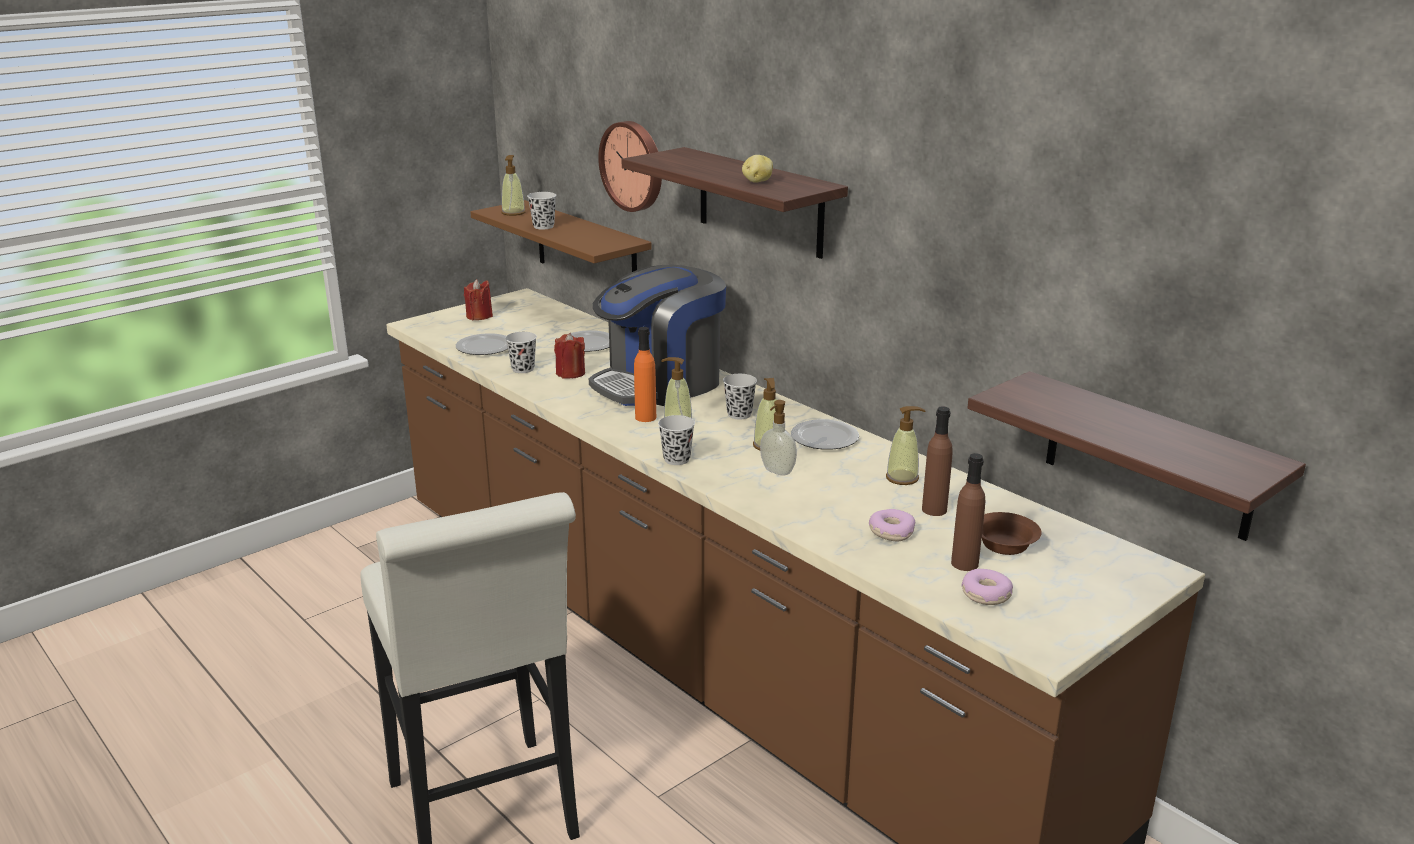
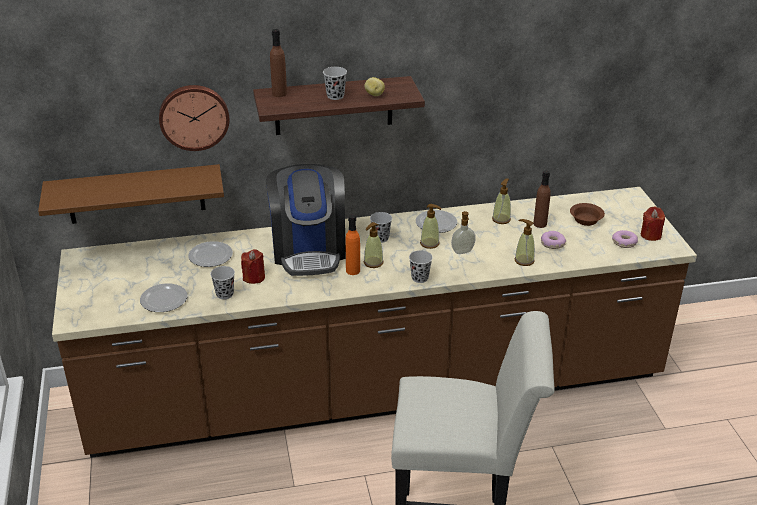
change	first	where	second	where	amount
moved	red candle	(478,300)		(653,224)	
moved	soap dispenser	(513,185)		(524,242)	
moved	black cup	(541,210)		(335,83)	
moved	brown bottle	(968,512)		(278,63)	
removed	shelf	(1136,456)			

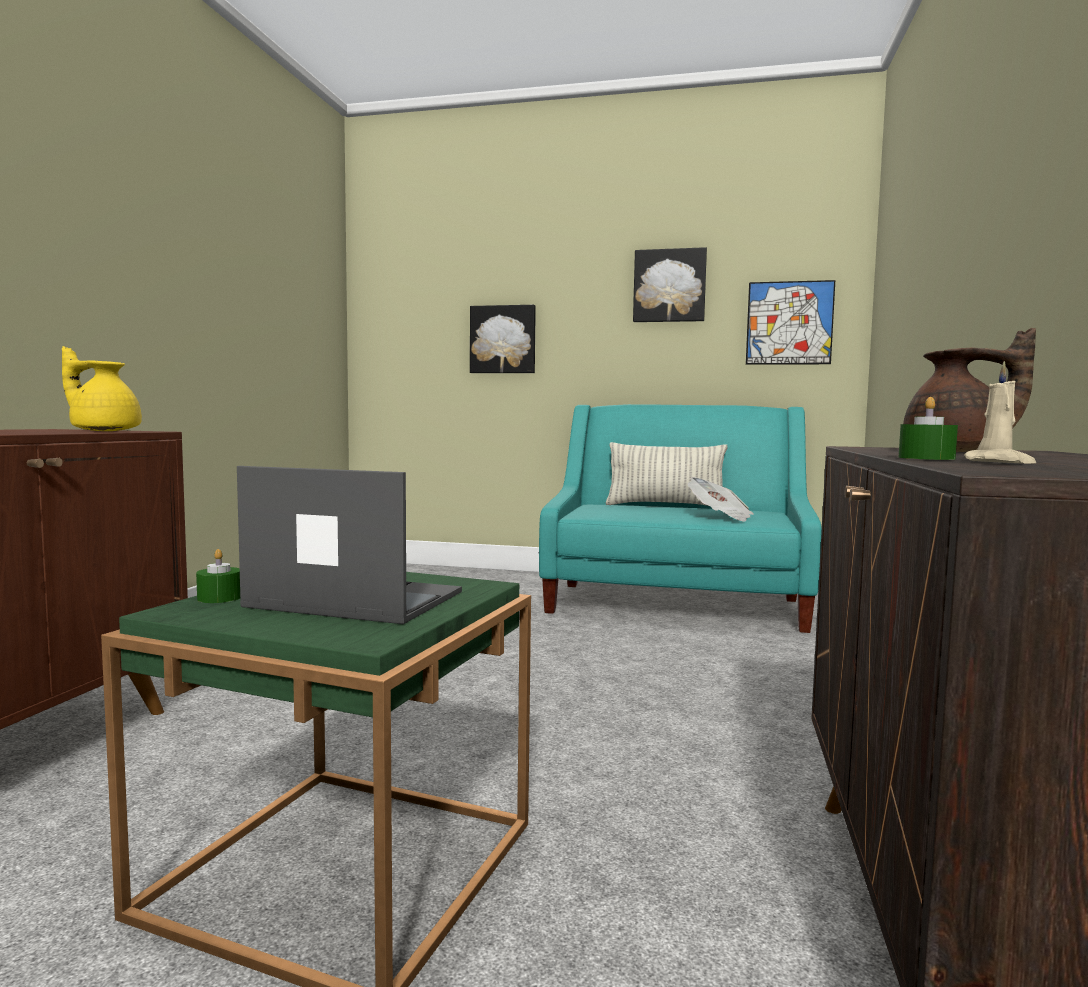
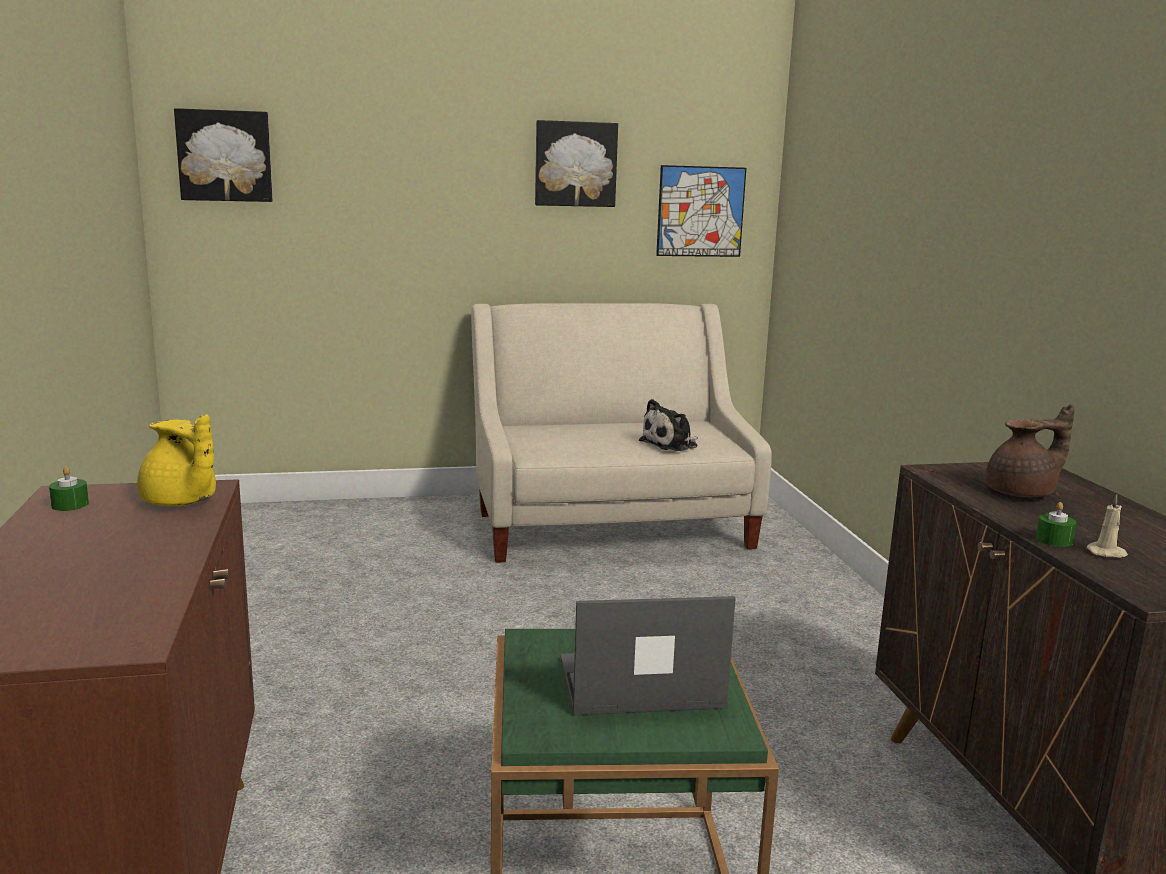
change	first	where	second	where	amount
turned	yellow teapot	(102,388)		(176,460)	135 degrees counterclockwise
moved	green candle	(218,576)		(69,489)	
moved	picture	(503,339)		(223,155)	
recoloured	turquoise sofa	(680,518)	beige sofa	(621,433)	
removed	pillow	(667,474)			
replaced	newspaper	(721,499)	plush toy	(668,425)	

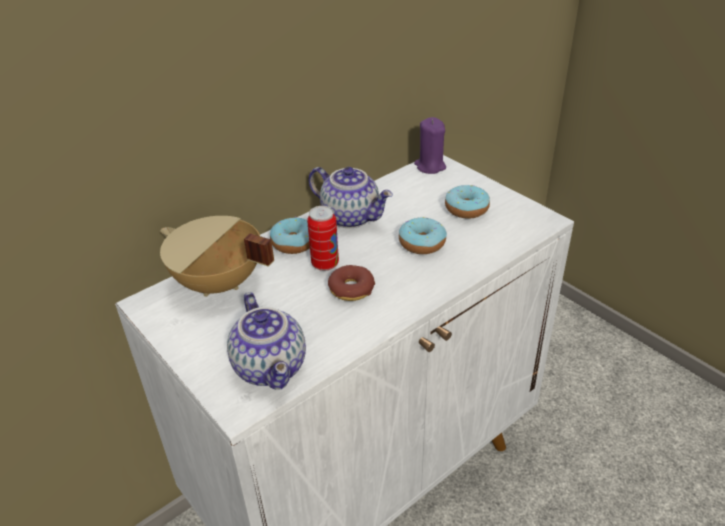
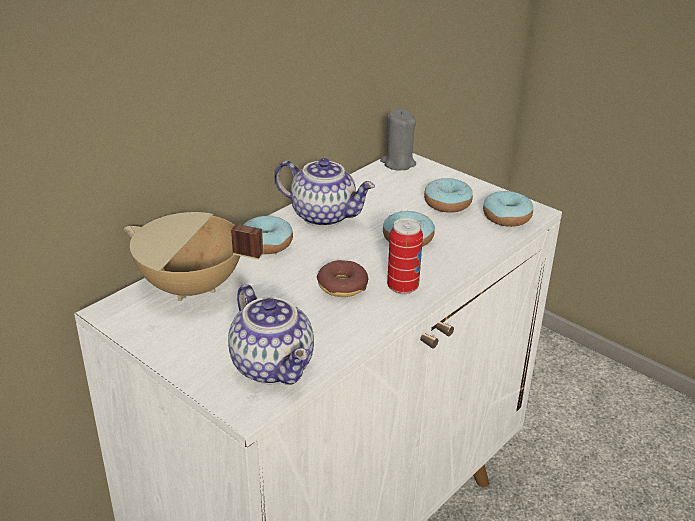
change	first	where	second	where	amount
moved	can	(323,238)		(405,256)	
recoloured	purple candle	(430,145)	grey candle	(398,139)	
added			donut	(508,209)	

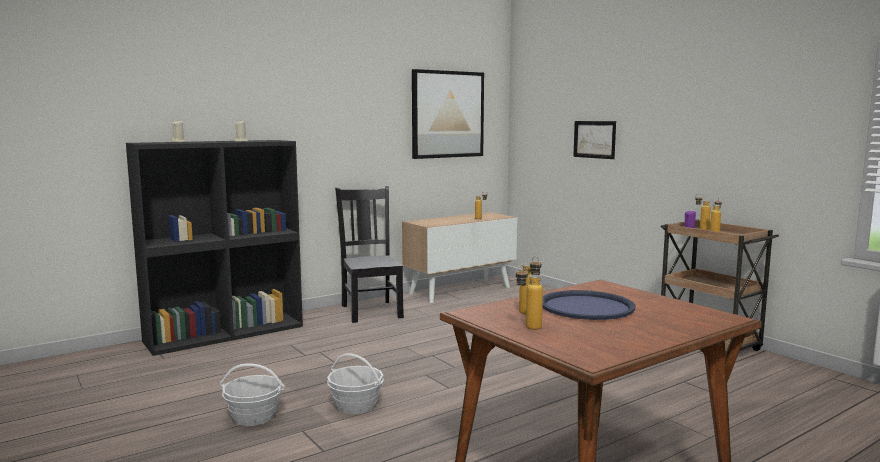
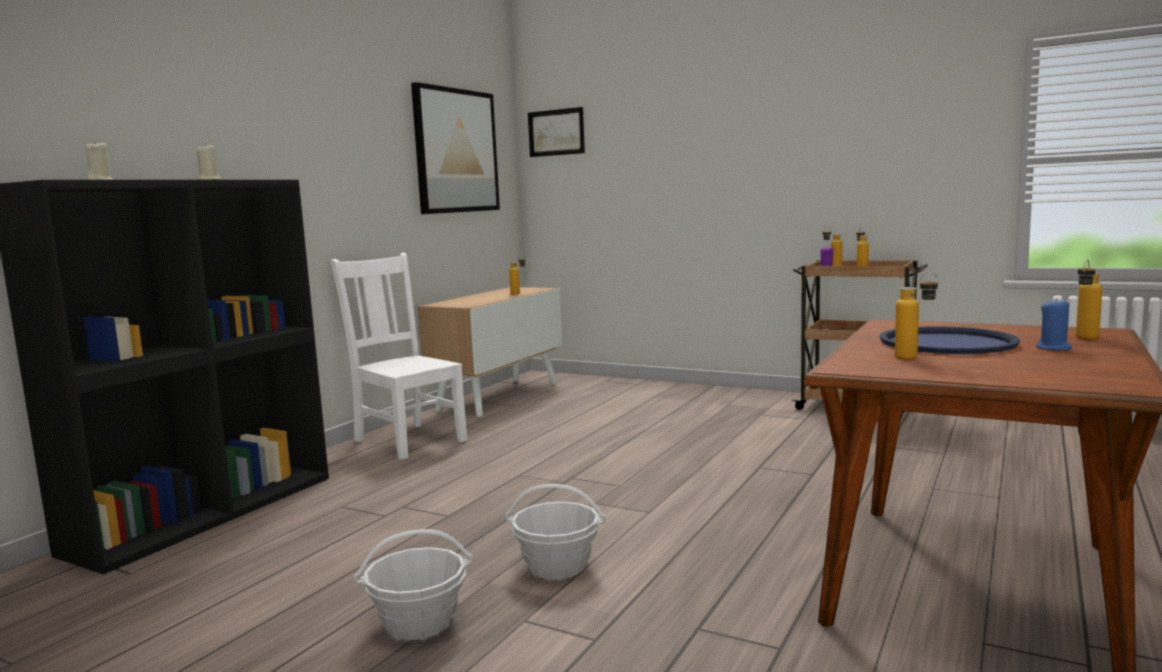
change	first	where	second	where	amount
recoloured	black chair	(369,254)	white chair	(399,356)	
moved	bottle	(529,297)		(1089,299)	
moved	picture	(594,140)		(556,132)	
added			blue candle	(1054,324)	

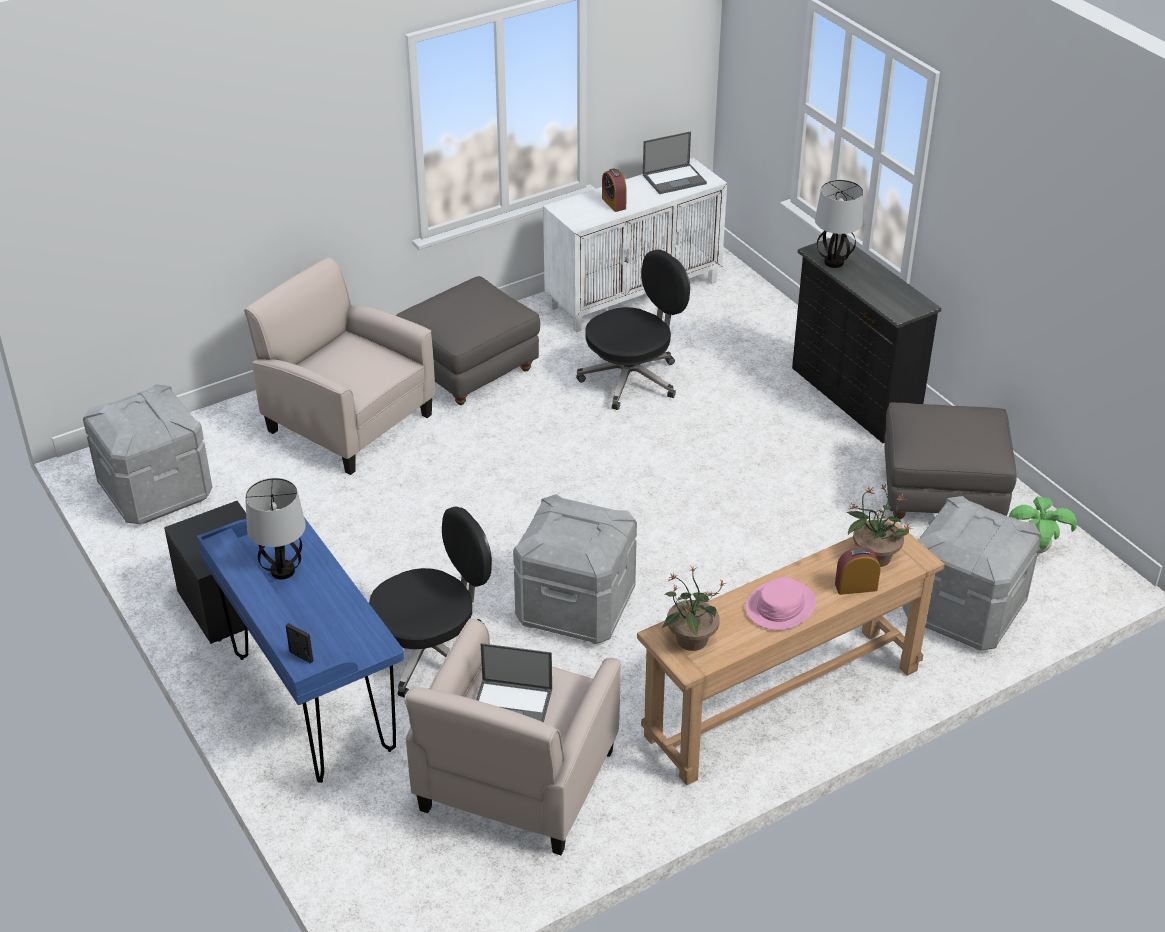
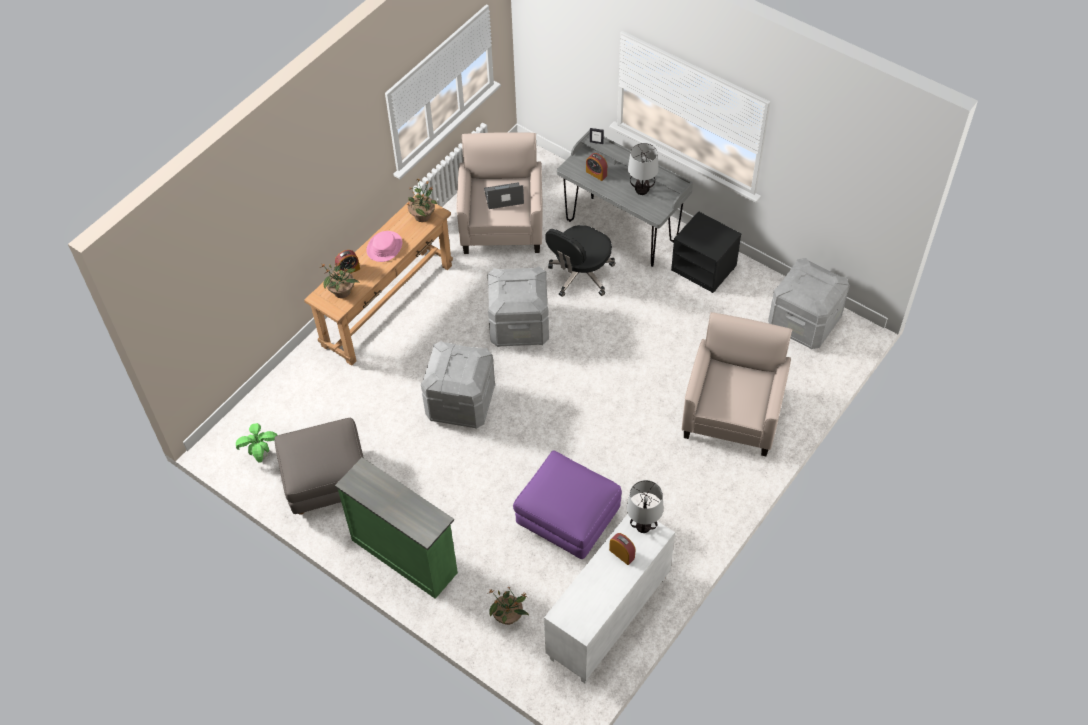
change	first	where	second	where	amount
recoloured	blue desk	(300,650)	grey desk	(625,198)	
turned	beige armchair	(339,366)		(737,384)	90 degrees counterclockwise
removed	grey ottoman	(468,340)			
replaced	black office chair	(633,330)	purple ottoman	(567,504)	
removed	laptop	(675,162)			
recoloured	black dresser	(866,338)	green dresser	(396,528)	
moved	table lamp	(839,224)		(645,506)	
moved	grey storage box	(972,573)		(458,385)	
added			potted plant	(508,605)	
added			alarm clock	(596,167)	

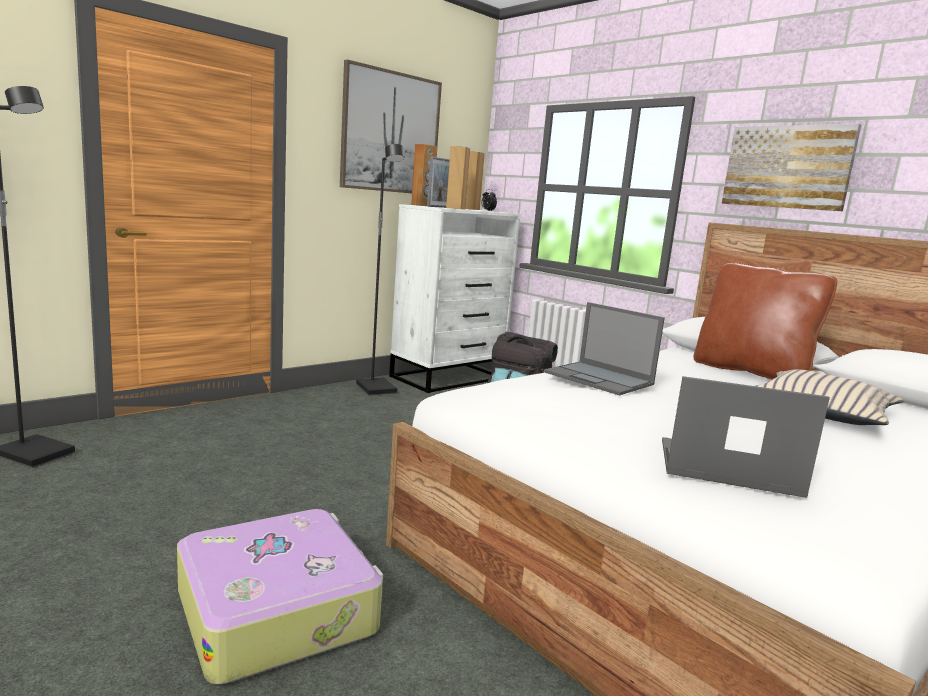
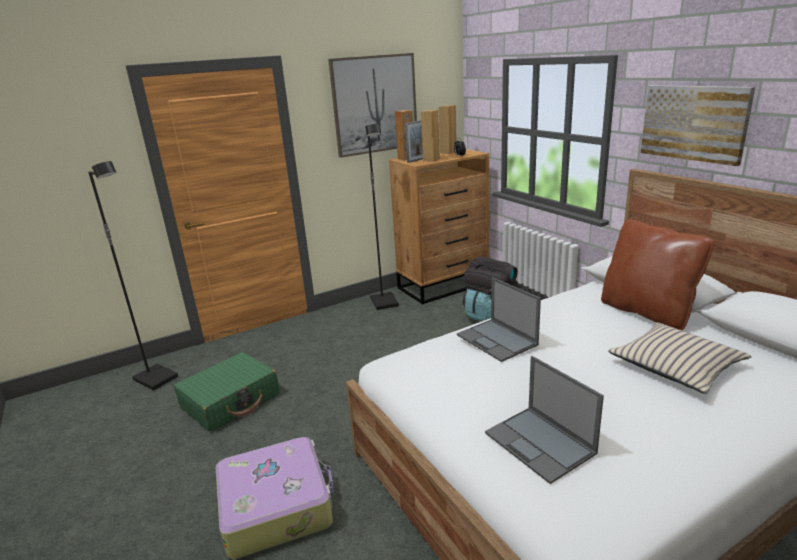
change	first	where	second	where	amount
recoloured	white dresser	(455,298)	brown dresser	(439,227)	
turned	laptop	(746,437)		(544,420)	150 degrees counterclockwise
added			green suitcase	(227,392)	

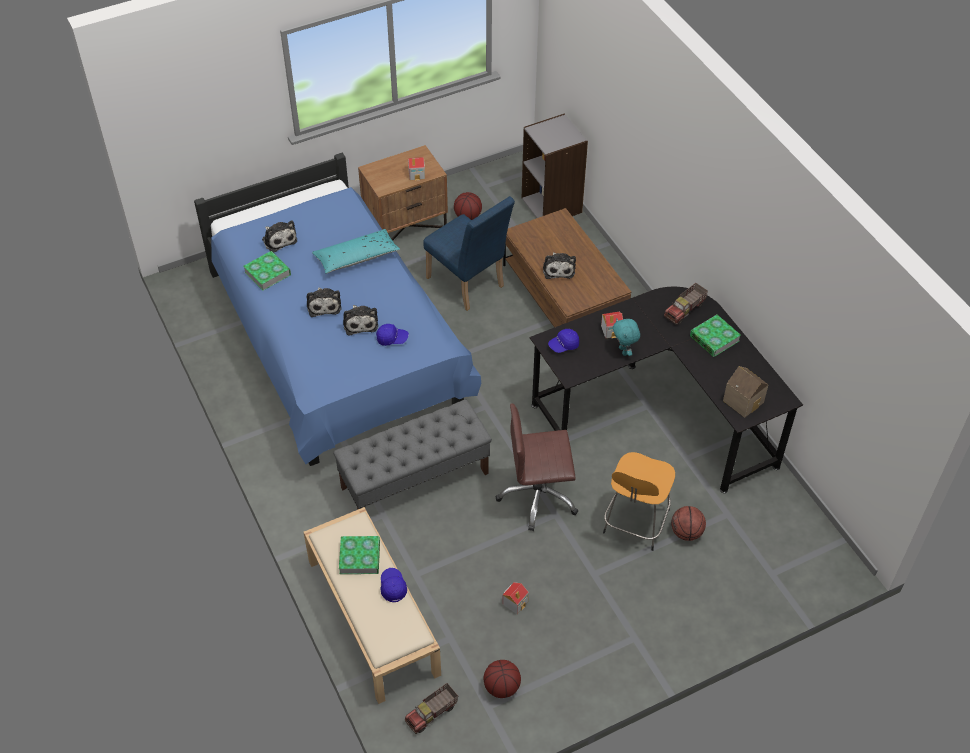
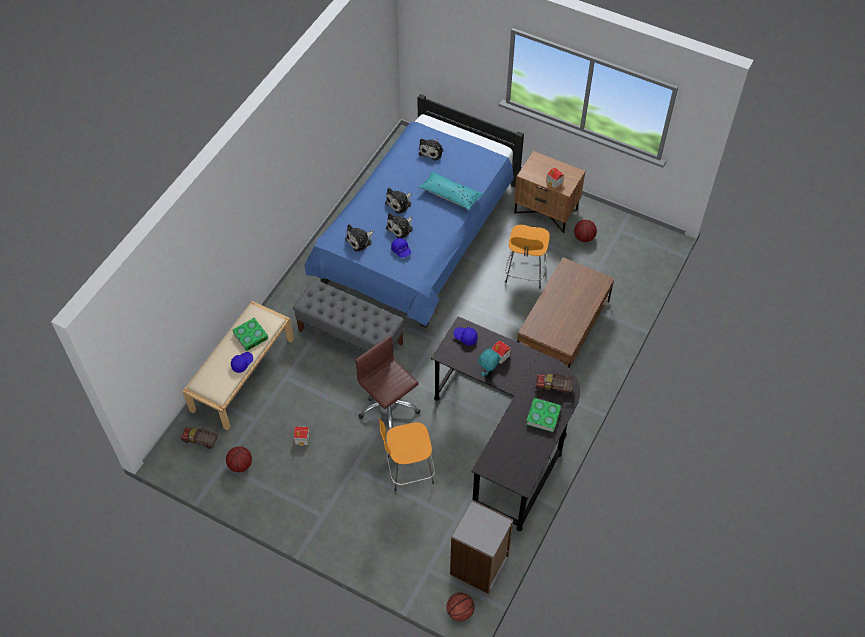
change	first	where	second	where	amount
removed	book	(267,270)			
replaced	blue chair	(469,253)	orange stool	(527,257)	
moved	grey bookcase	(555,165)		(482,547)	
moved	plush toy	(559,265)		(359,238)	
moved	basketball	(688,523)		(460,607)	
removed	toy house	(745,392)			

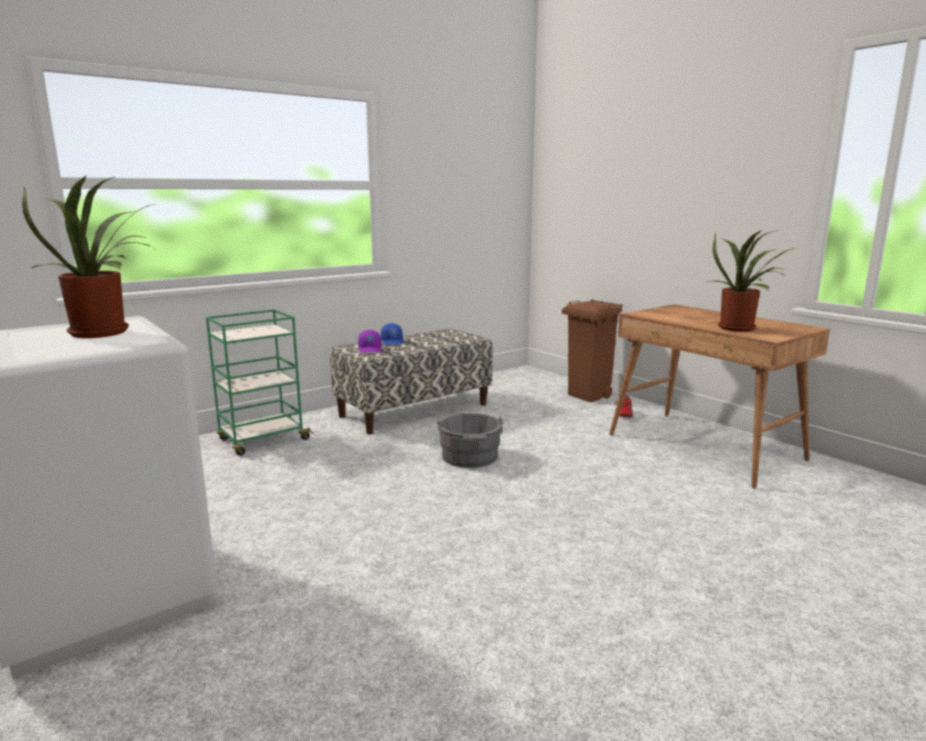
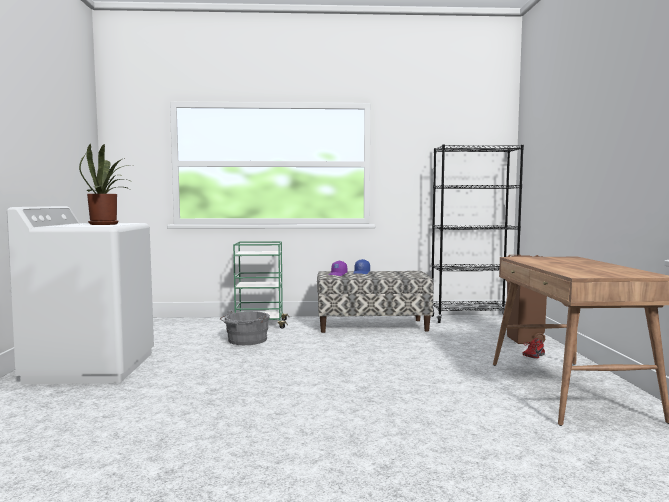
change	first	where	second	where	amount
moved	grey bucket	(470,440)		(245,327)	
removed	potted plant	(751,281)			
added			black bookcase	(477,233)	

